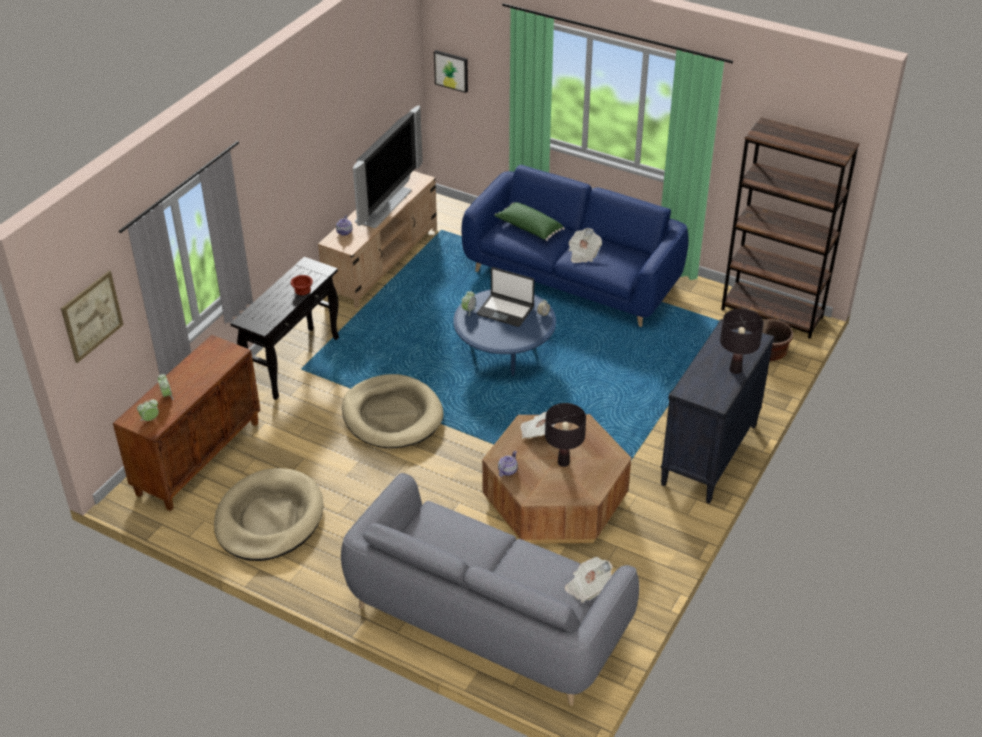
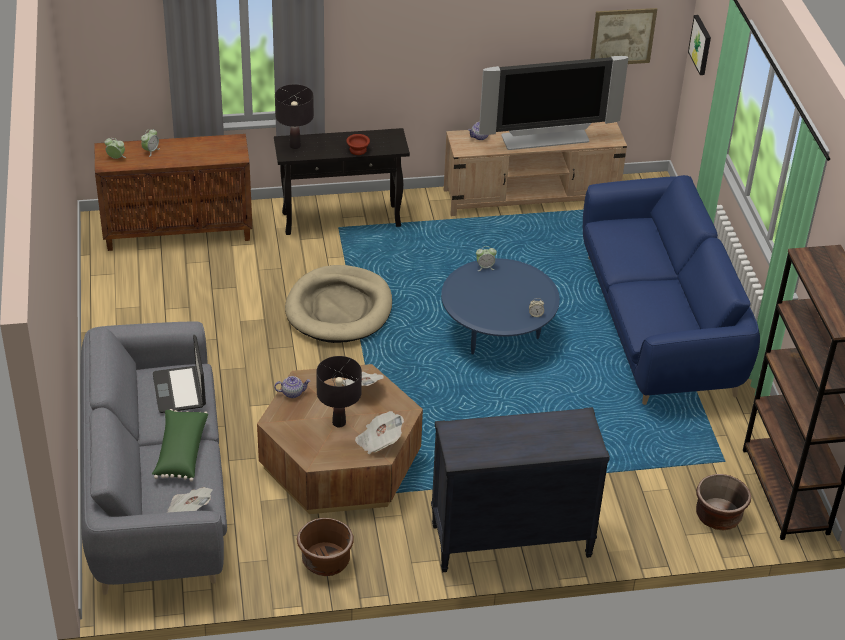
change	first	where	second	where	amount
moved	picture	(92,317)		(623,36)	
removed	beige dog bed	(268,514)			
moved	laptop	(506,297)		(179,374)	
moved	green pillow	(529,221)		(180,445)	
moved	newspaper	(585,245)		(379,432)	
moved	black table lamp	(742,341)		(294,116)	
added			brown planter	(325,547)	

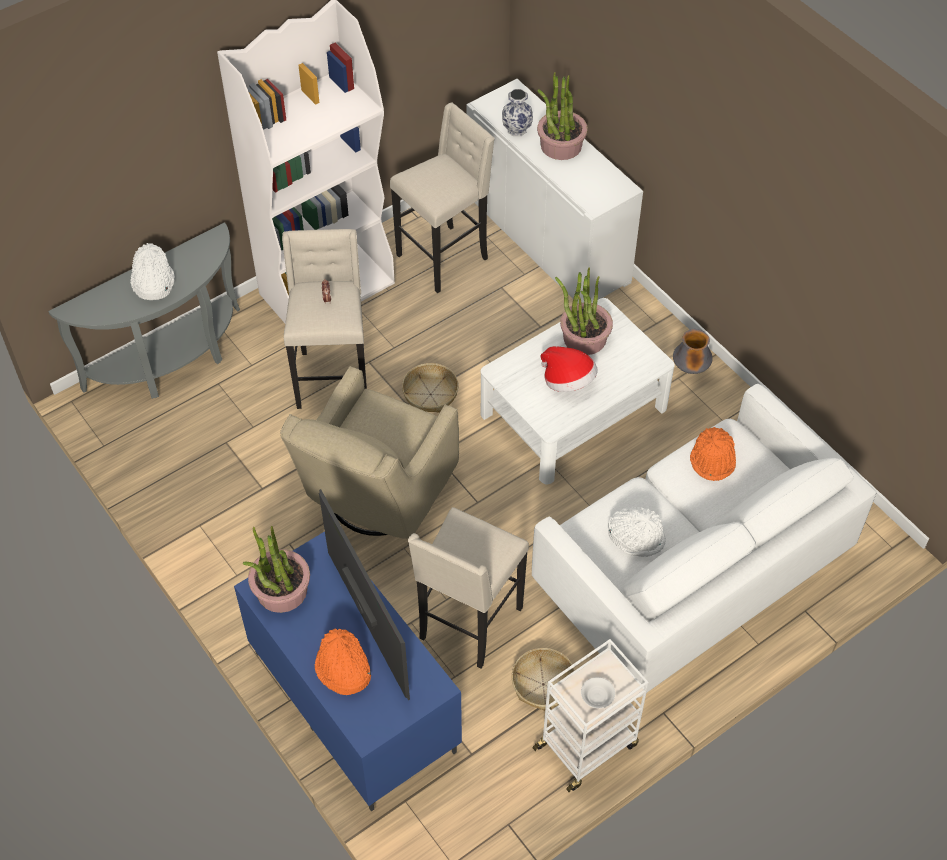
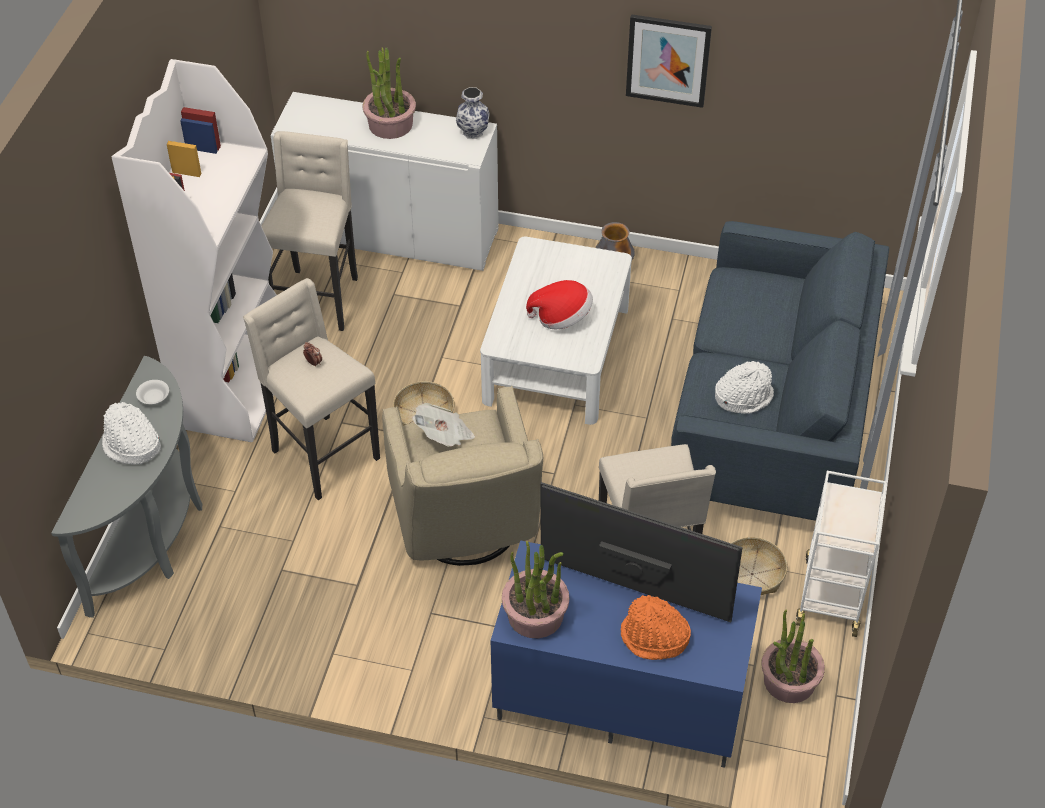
change	first	where	second	where	amount
moved	vase	(517,113)		(473,113)	
recoloured	white sofa	(704,541)	blue sofa	(780,371)	
moved	potted plant	(584,311)		(793,656)	
moved	white bowl	(598,692)		(152,392)	
removed	orange hat	(713,454)			
added			newspaper	(443,425)	
added			picture	(669,61)	

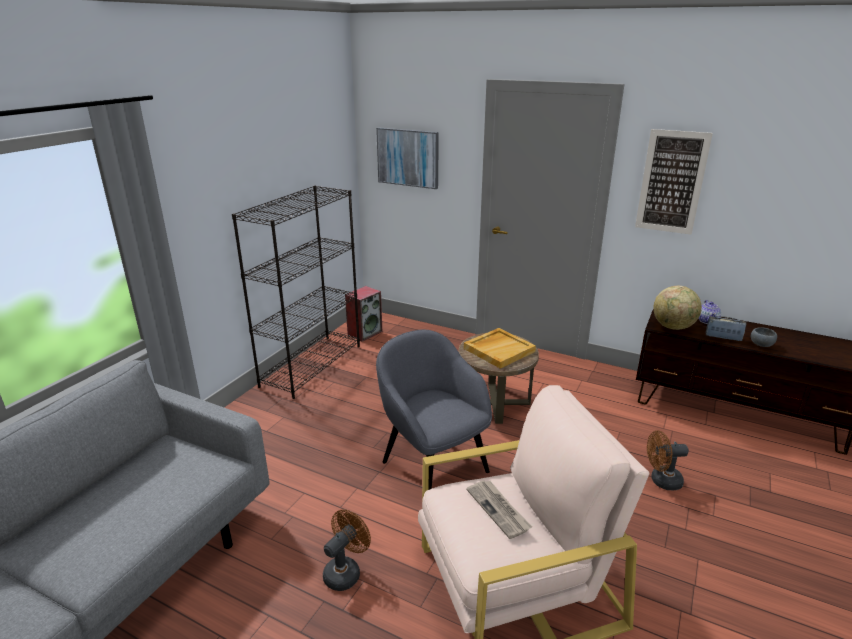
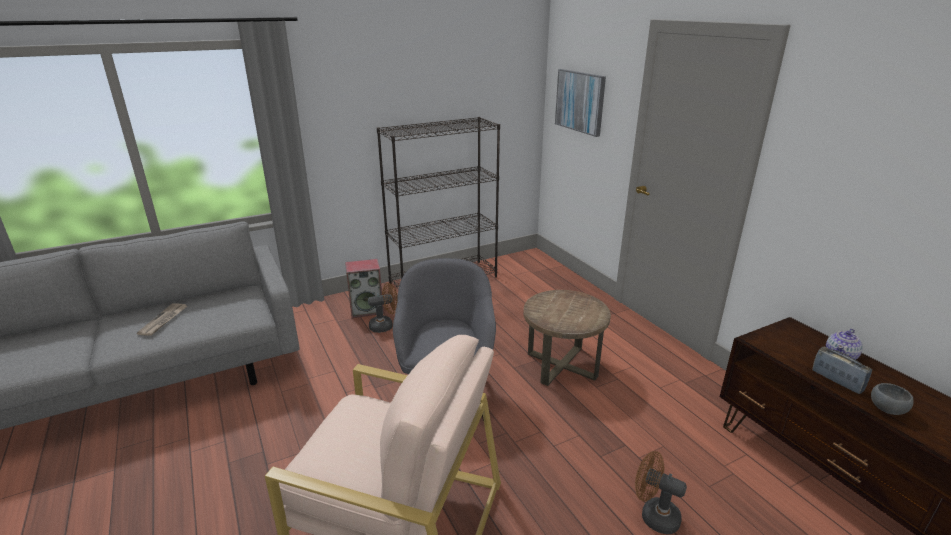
change	first	where	second	where	amount
moved	brown fan	(347,550)		(383,308)	
moved	speaker	(363,314)		(364,288)	
removed	beige tray	(500,348)			
moved	newspaper	(499,510)		(162,319)	
removed	picture	(674,182)			
removed	globe	(677,308)			

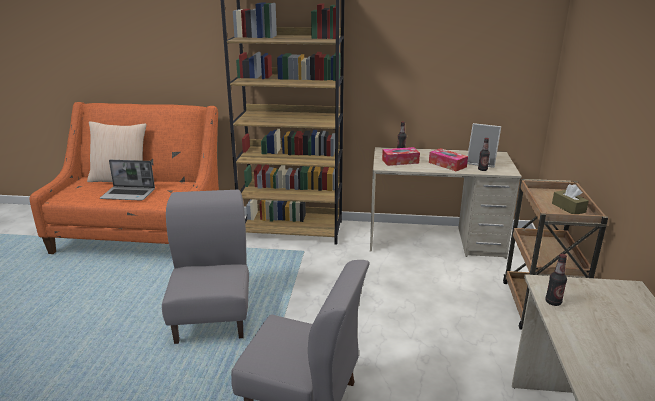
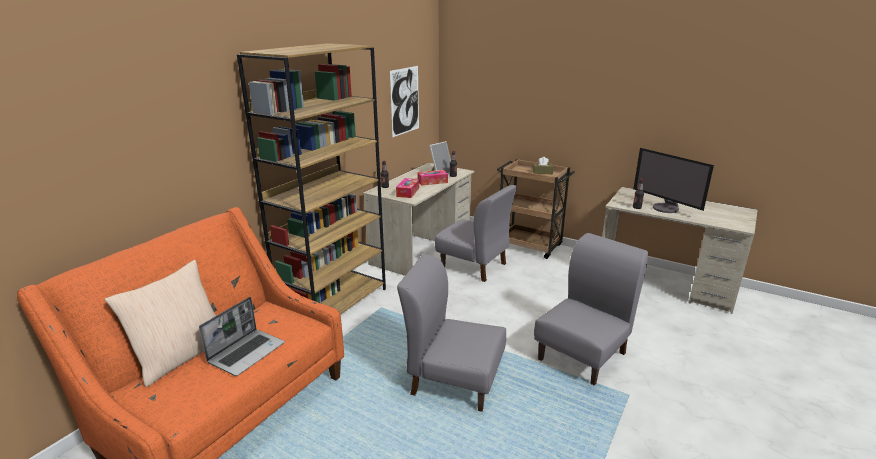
change	first	where	second	where	amount
added			picture	(404,102)	
added			grey chair	(476,233)	
added			monitor	(673,180)	

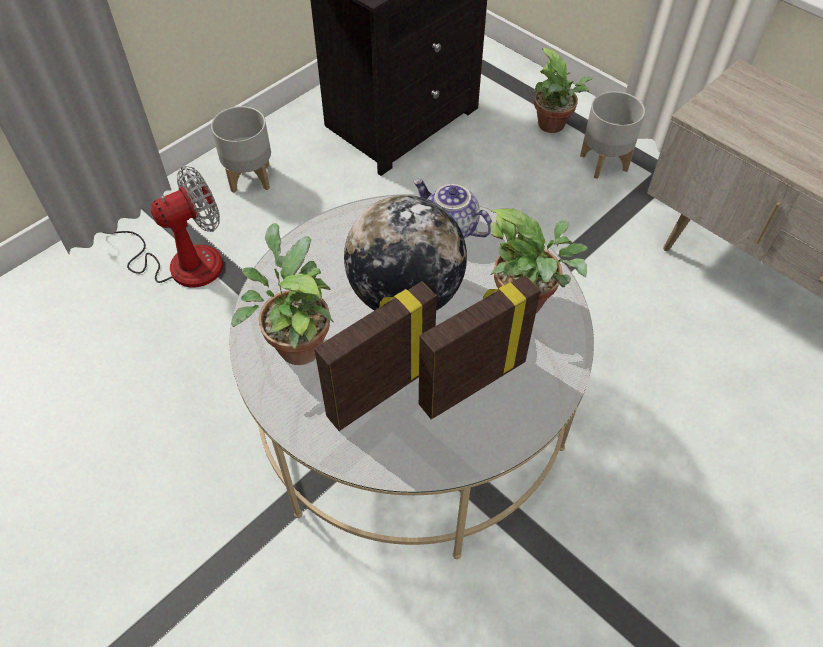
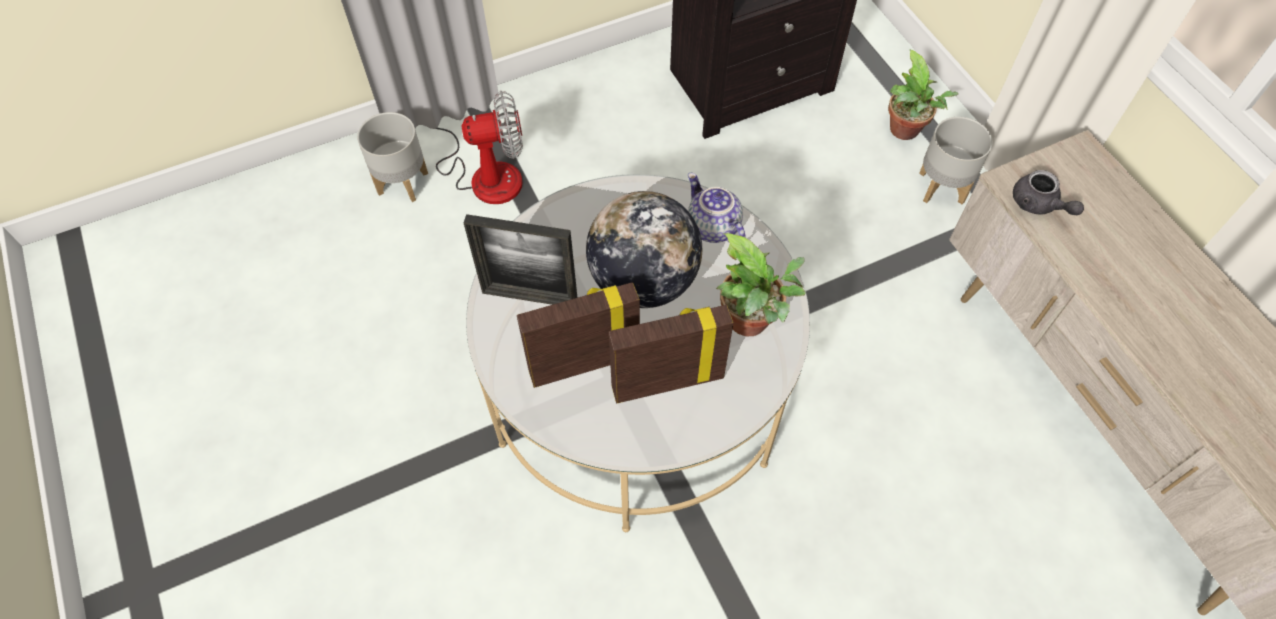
change	first	where	second	where	amount
moved	grey planter	(241,149)		(392,157)	
replaced	potted plant	(282,294)	picture frame	(520,259)	
added			grey teapot	(1048,192)	

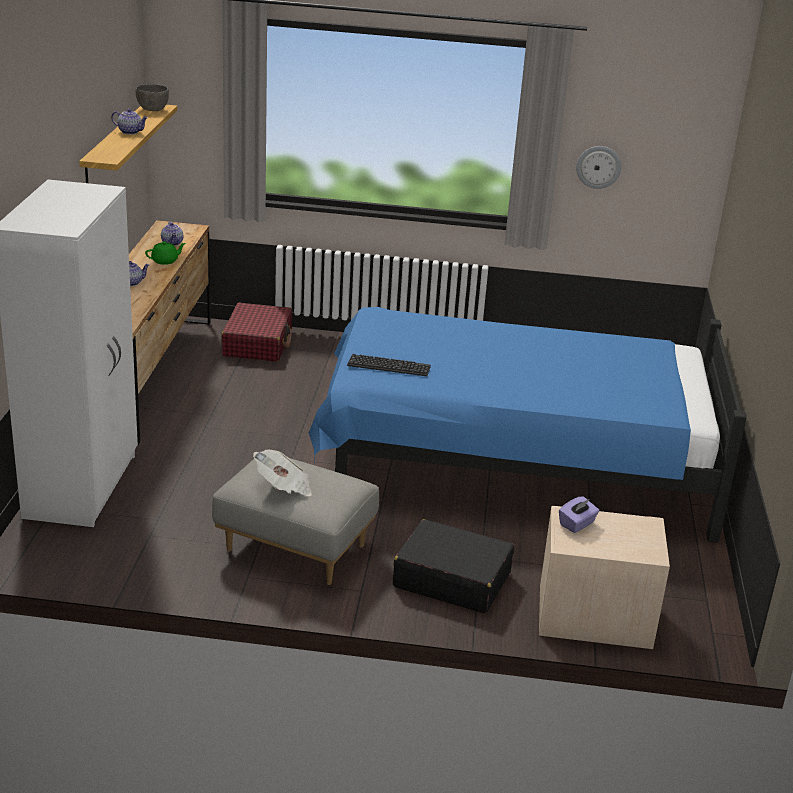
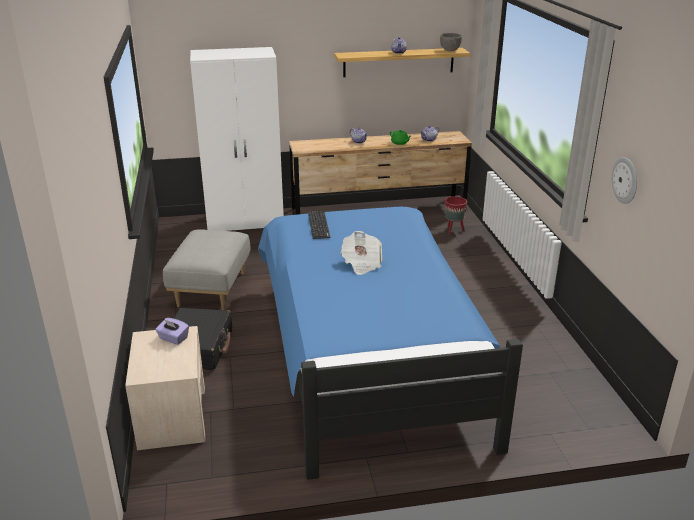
change	first	where	second	where	amount
replaced	red suitcase	(256,332)	red planter	(456,215)	
moved	newspaper	(282,473)		(361,253)	

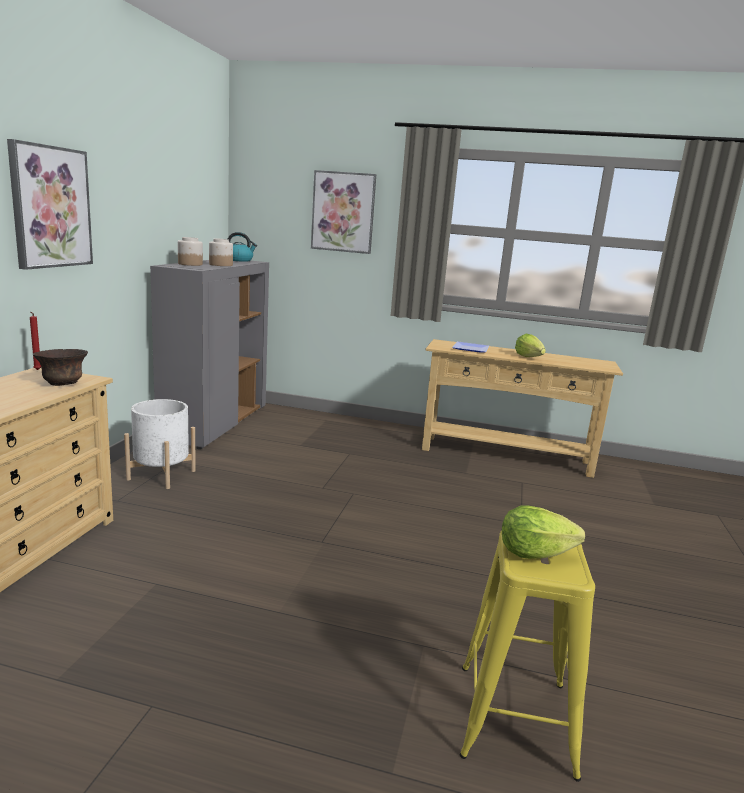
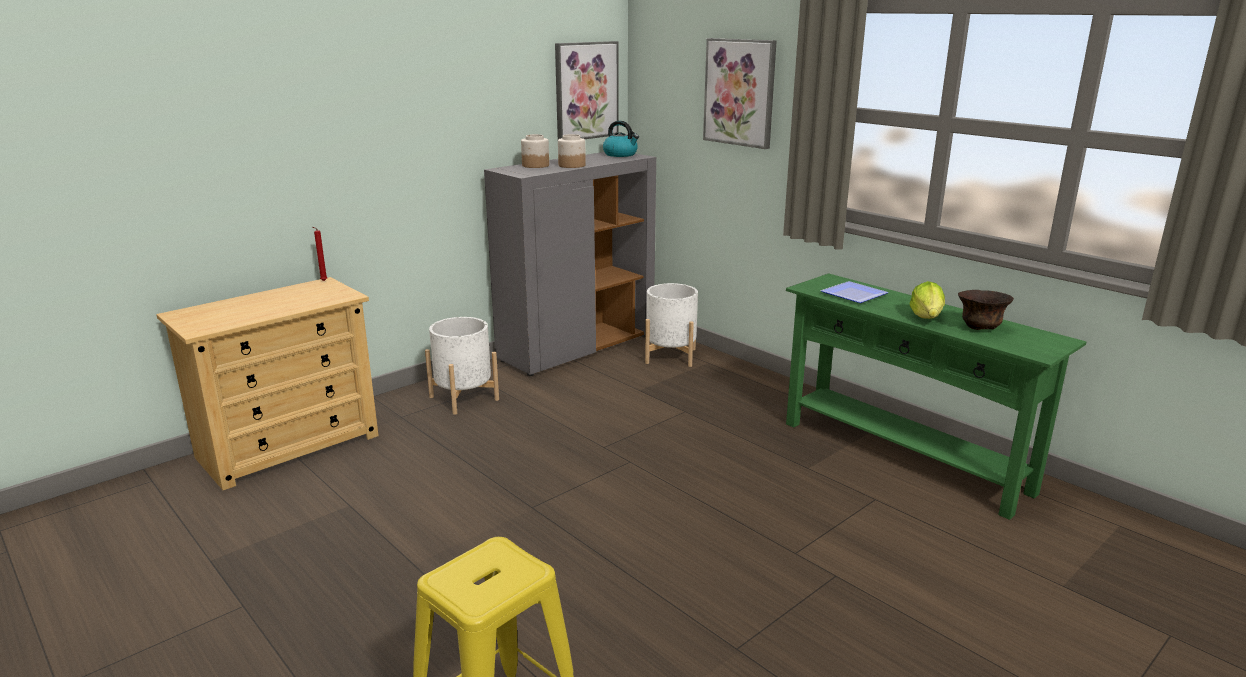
change	first	where	second	where	amount
moved	picture	(50,204)		(587,90)	
moved	brown bowl	(60,367)		(986,310)	
recoloured	beige console table	(522,408)	green console table	(936,396)	
removed	lettuce	(543,532)			
added			white planter	(671,325)	

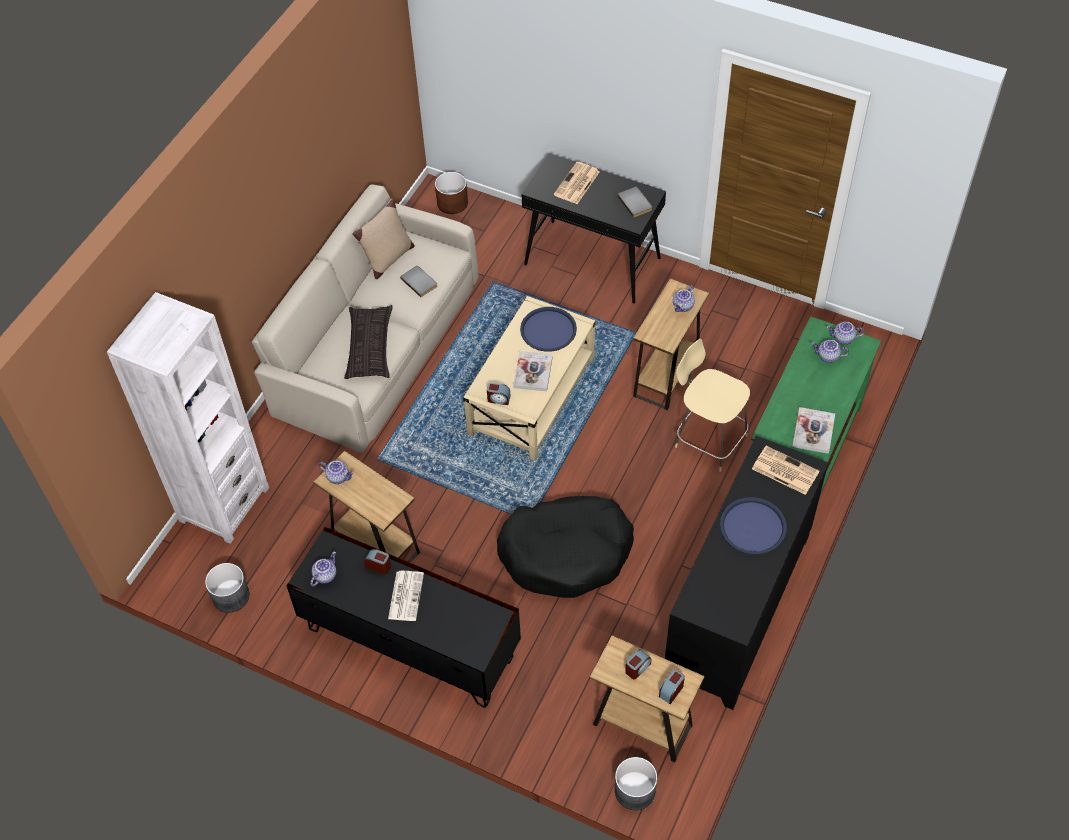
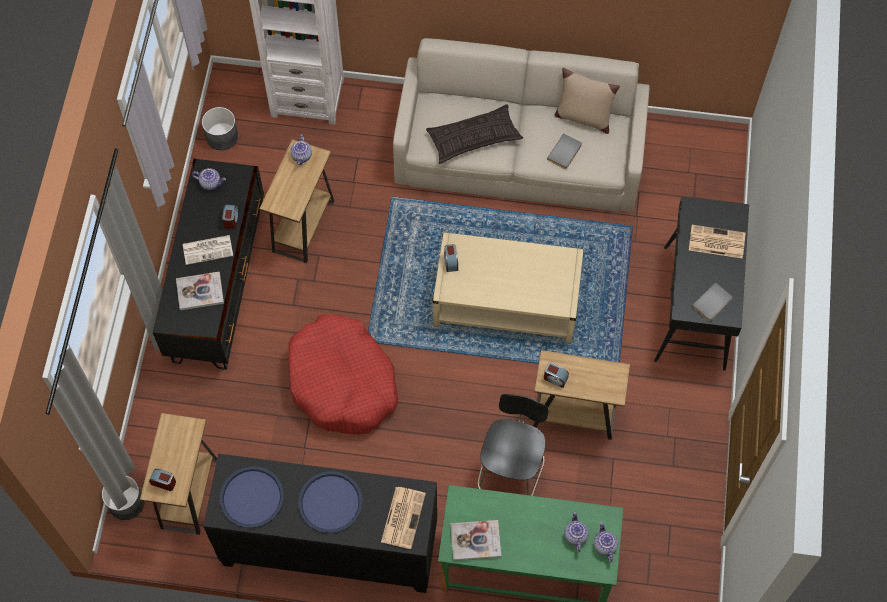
change	first	where	second	where	amount
removed	brown planter	(451,193)			
recoloured	black dog bed	(565,547)	red dog bed	(343,374)	
moved	book	(533,371)		(200,291)	
moved	blue tray	(548,329)		(252,497)	
moved	alarm clock	(638,664)		(556,375)	
removed	teapot	(684,298)			
recoloured	beige stool	(712,405)	black stool	(513,445)	

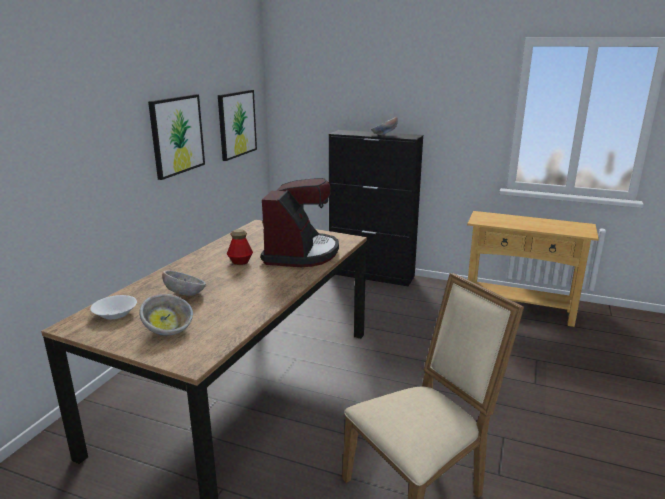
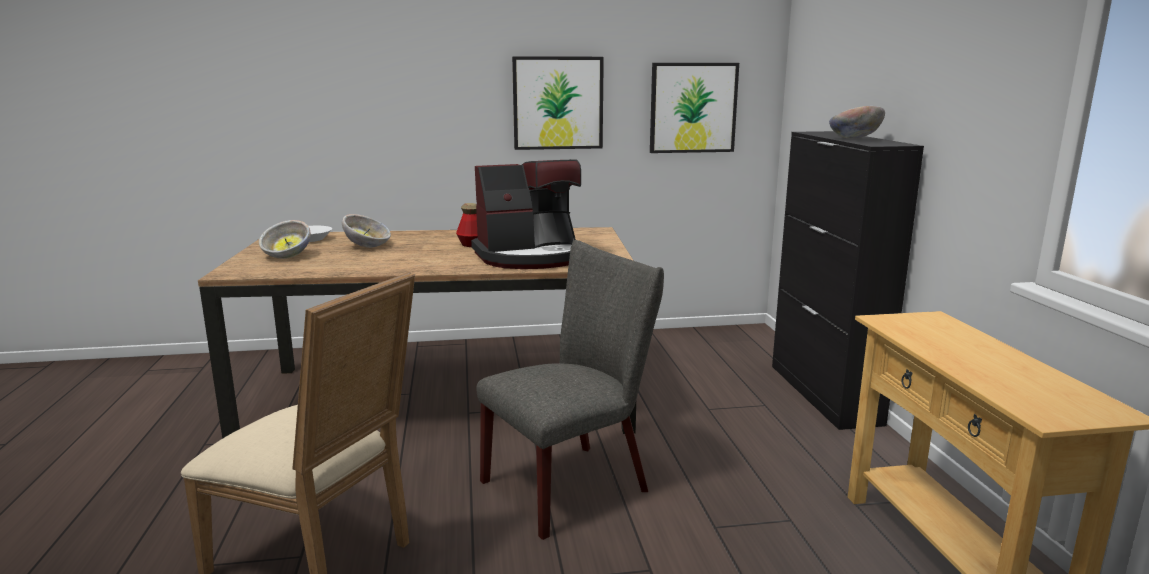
change	first	where	second	where	amount
added			grey chair	(570,390)	

